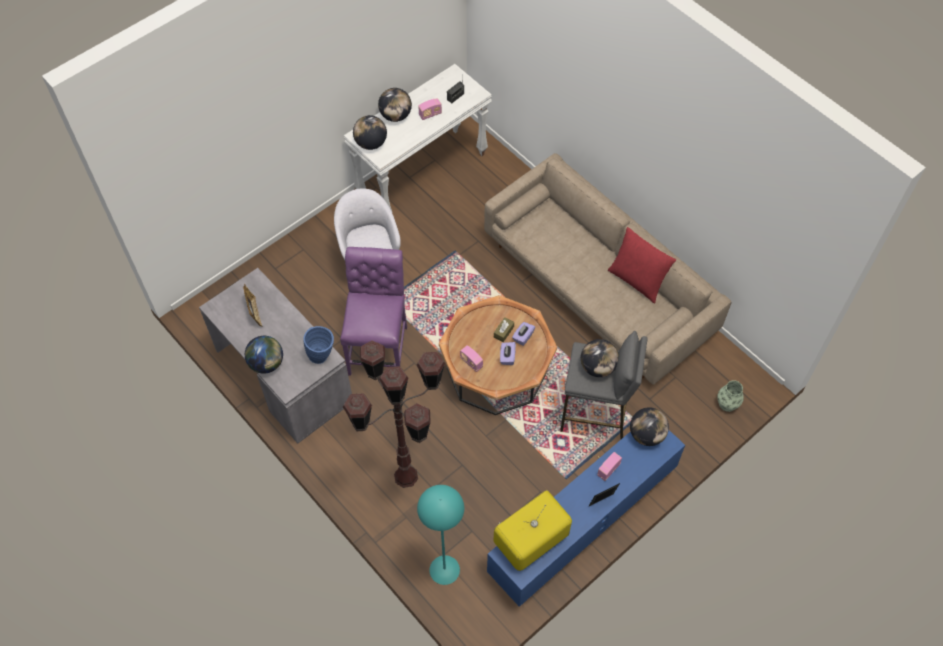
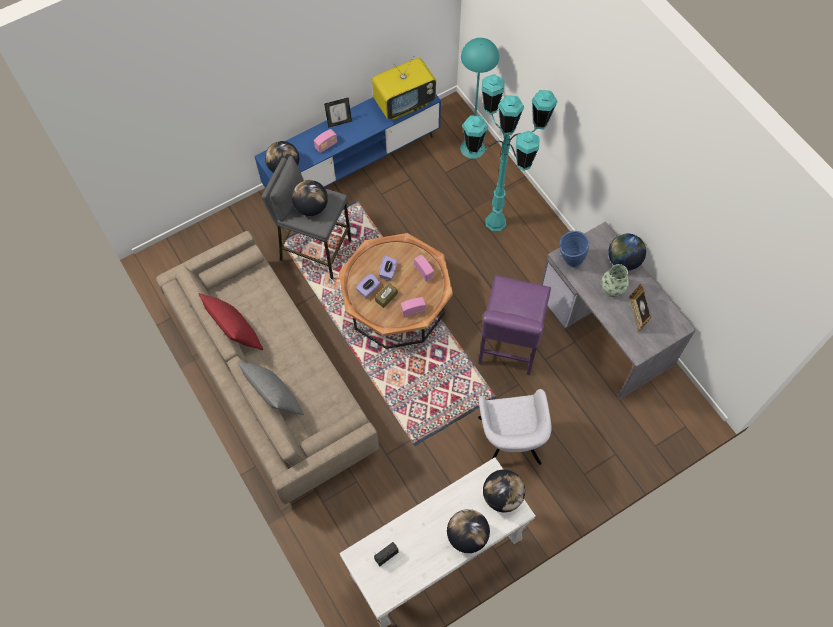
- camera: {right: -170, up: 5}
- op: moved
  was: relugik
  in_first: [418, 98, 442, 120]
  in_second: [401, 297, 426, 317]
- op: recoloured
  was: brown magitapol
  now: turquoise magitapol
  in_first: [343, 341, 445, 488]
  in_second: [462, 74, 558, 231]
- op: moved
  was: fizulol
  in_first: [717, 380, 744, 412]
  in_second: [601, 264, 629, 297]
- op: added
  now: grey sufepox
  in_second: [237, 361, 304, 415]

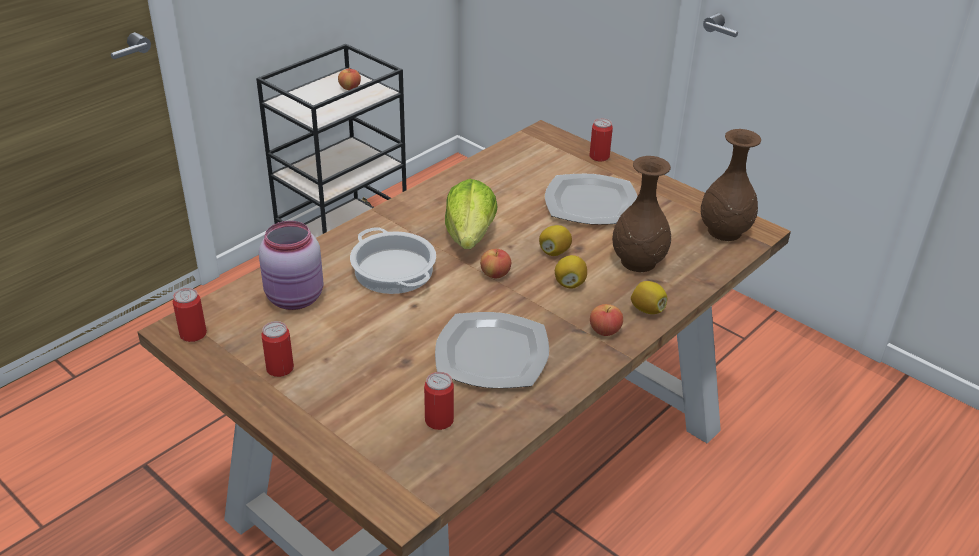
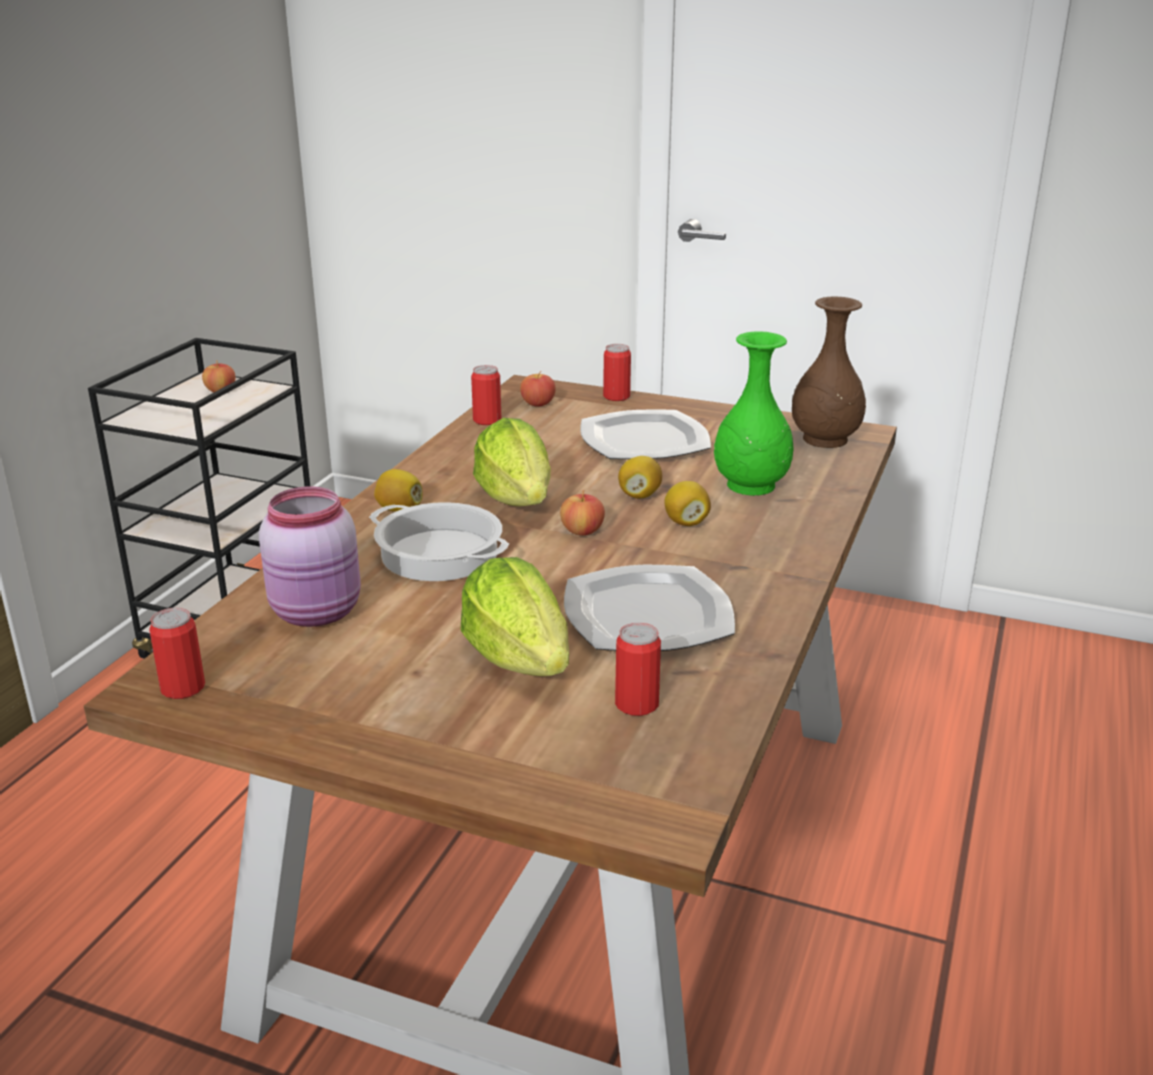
- camera: {right: -20, up: -10}
- op: recoloured
  was: brown fizulol
  now: green fizulol
  in_first: [612, 156, 671, 272]
  in_second: [714, 331, 794, 496]
- op: moved
  was: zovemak
  in_first: [631, 281, 667, 314]
  in_second: [374, 469, 423, 512]
- op: moved
  was: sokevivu
  in_first: [590, 304, 623, 336]
  in_second: [520, 371, 556, 407]
- op: moved
  was: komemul
  in_first: [261, 321, 294, 377]
  in_second: [471, 365, 502, 425]
- op: added
  now: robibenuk
  in_second: [461, 557, 569, 676]

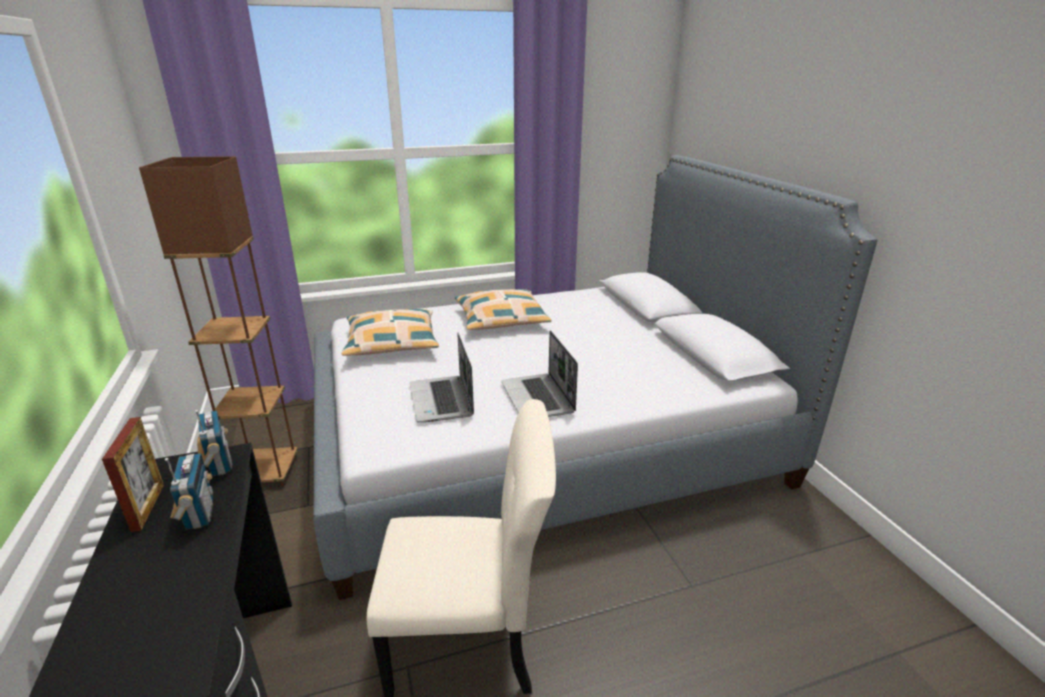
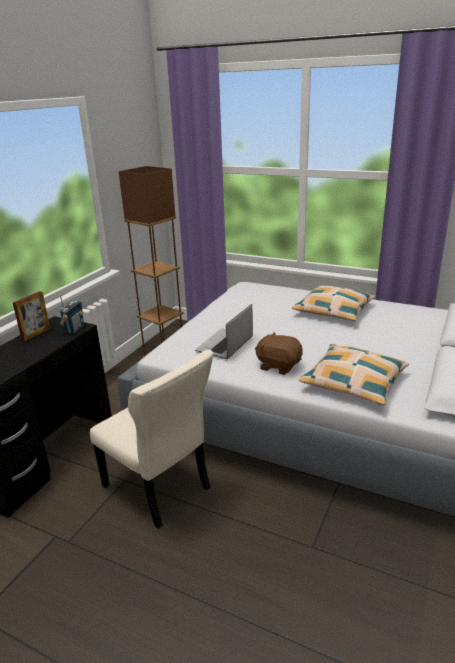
- camera: {right: 45, up: 0}
- op: moved
  was: sufepox
  in_first: [341, 309, 439, 356]
  in_second: [298, 344, 409, 406]
- op: replaced
  was: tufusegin
  now: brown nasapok
  in_first: [501, 330, 578, 417]
  in_second: [255, 332, 303, 375]
- op: removed
  was: relugik
  in_first: [165, 453, 213, 530]

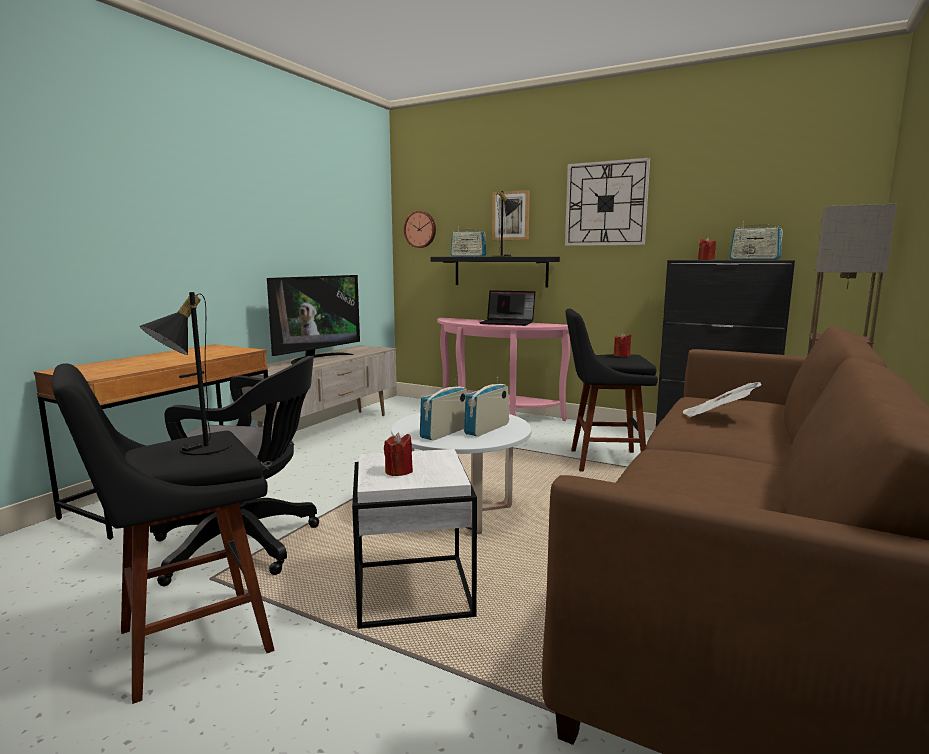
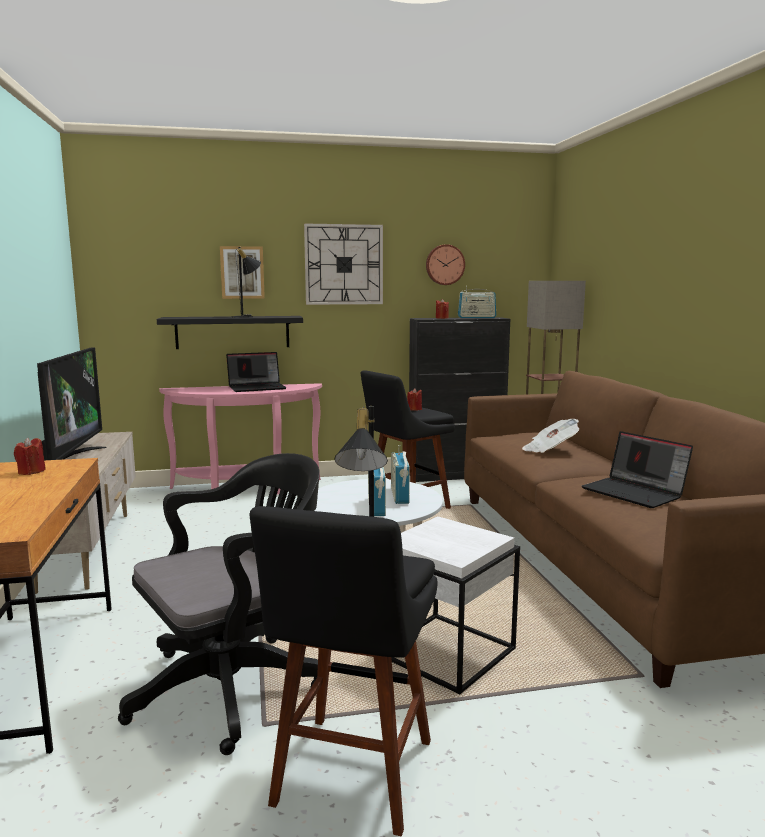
- camera: {right: -40, up: 0}
- op: moved
  was: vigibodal
  in_first: [404, 211, 436, 248]
  in_second: [426, 244, 465, 285]
- op: removed
  was: relugik
  in_first: [451, 226, 487, 257]
- op: moved
  was: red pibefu
  in_first: [384, 433, 413, 476]
  in_second: [14, 438, 46, 475]
- op: added
  now: tufusegin
  in_second: [582, 431, 693, 508]

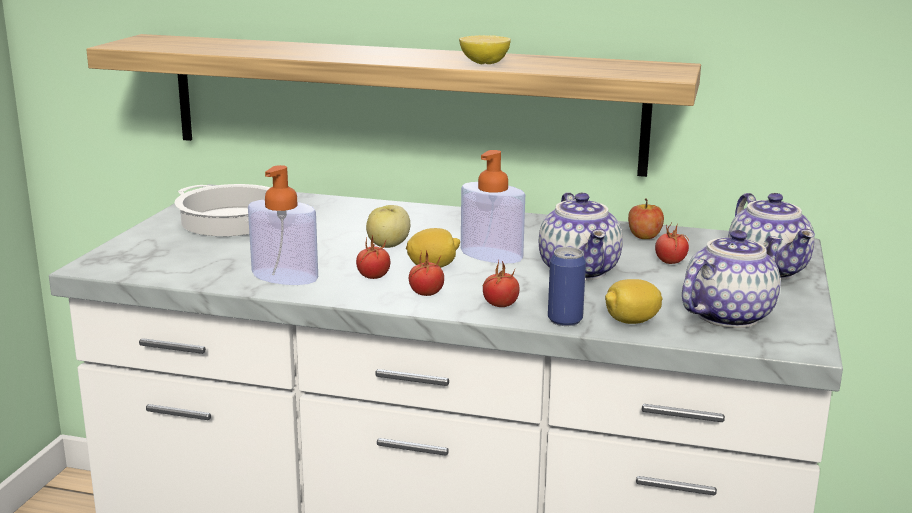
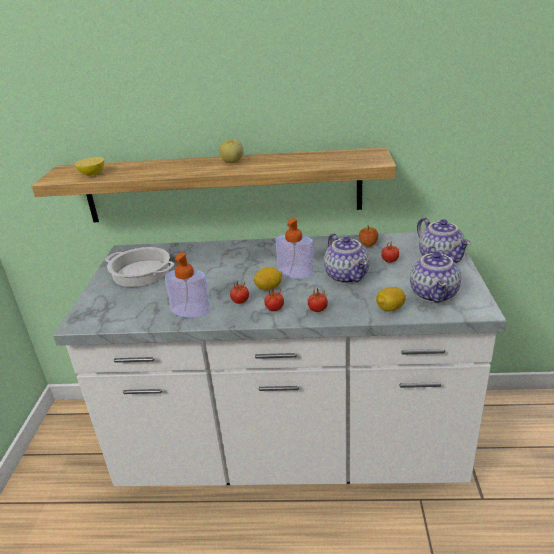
- camera: {right: -10, up: 10}
- op: moved
  was: zovemak
  in_first: [459, 35, 511, 64]
  in_second: [75, 157, 104, 176]
- op: moved
  was: sokevivu
  in_first: [366, 205, 410, 248]
  in_second: [220, 139, 243, 163]
- op: turned
  was: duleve
  in_first: [682, 230, 783, 328]
  in_second: [410, 246, 461, 303]
  clockwise: 150
- op: removed
  was: komemul
  in_first: [548, 247, 586, 326]

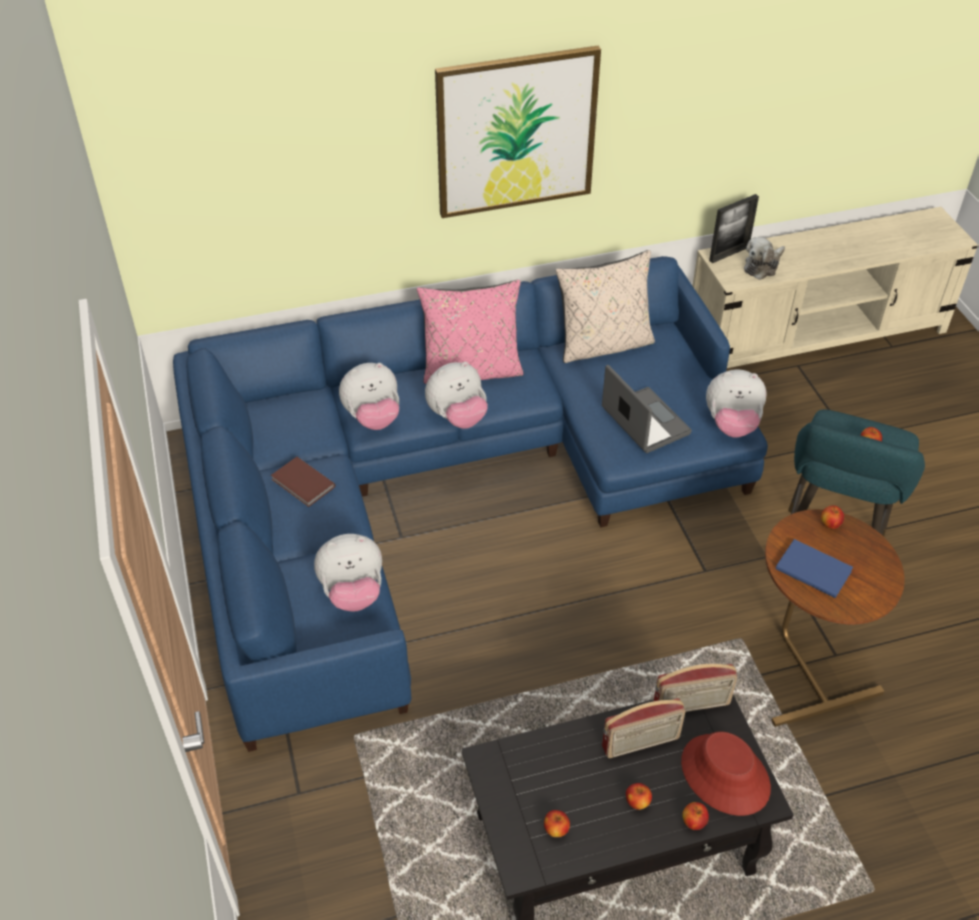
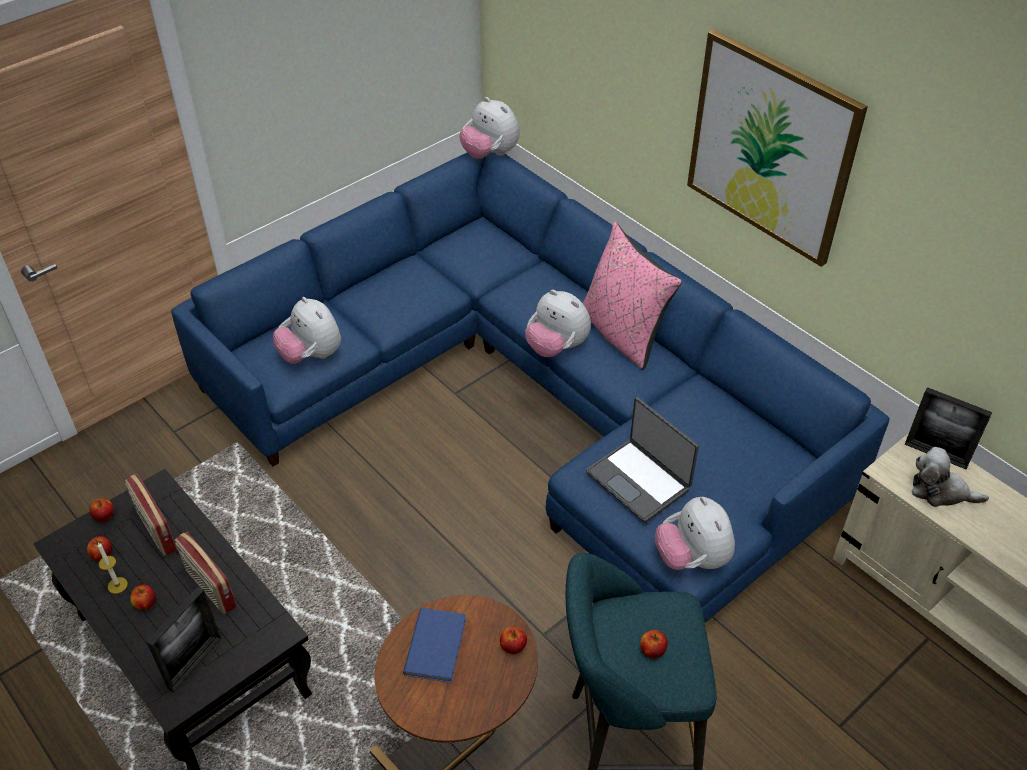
- camera: {right: 65, up: 0}
- op: removed
  was: beige sufepox
  in_first: [556, 250, 655, 363]
- op: moved
  was: nasapok
  in_first: [339, 363, 399, 430]
  in_second: [460, 97, 520, 159]
- op: turned
  was: tufusegin
  in_first: [602, 365, 692, 453]
  in_second: [586, 397, 699, 523]
  clockwise: 105
- op: removed
  was: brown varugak
  in_first: [271, 457, 335, 507]
- op: moved
  was: relugik
  in_first: [654, 664, 737, 712]
  in_second: [125, 474, 177, 556]
- op: replaced
  was: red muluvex
  now: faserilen
  in_first: [681, 731, 771, 816]
  in_second: [147, 587, 221, 692]
- op: moved
  was: sokevivu
  in_first: [682, 802, 709, 830]
  in_second: [90, 498, 114, 522]
- op: added
  now: pibefu
  in_second: [97, 543, 128, 594]

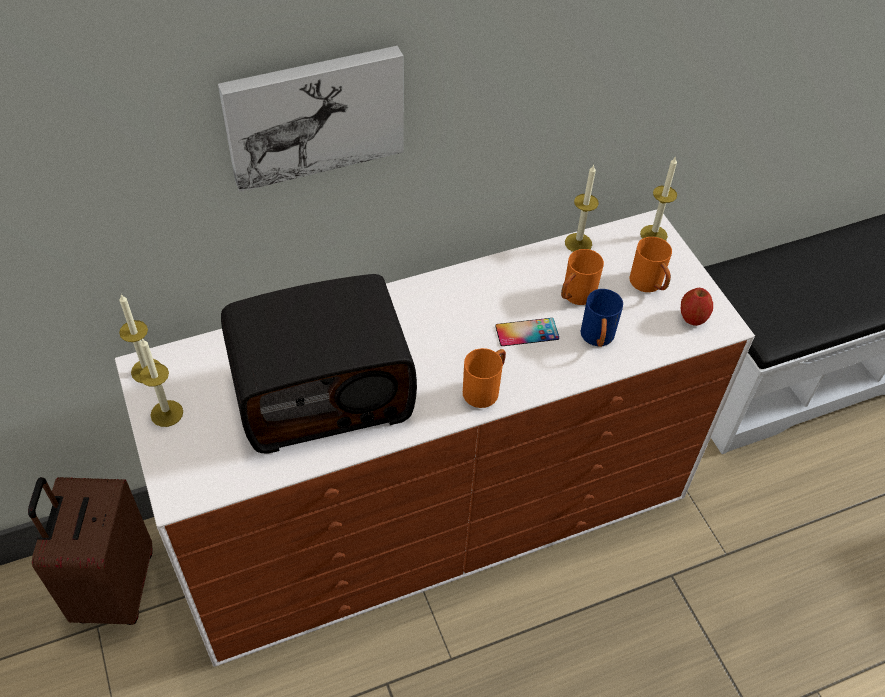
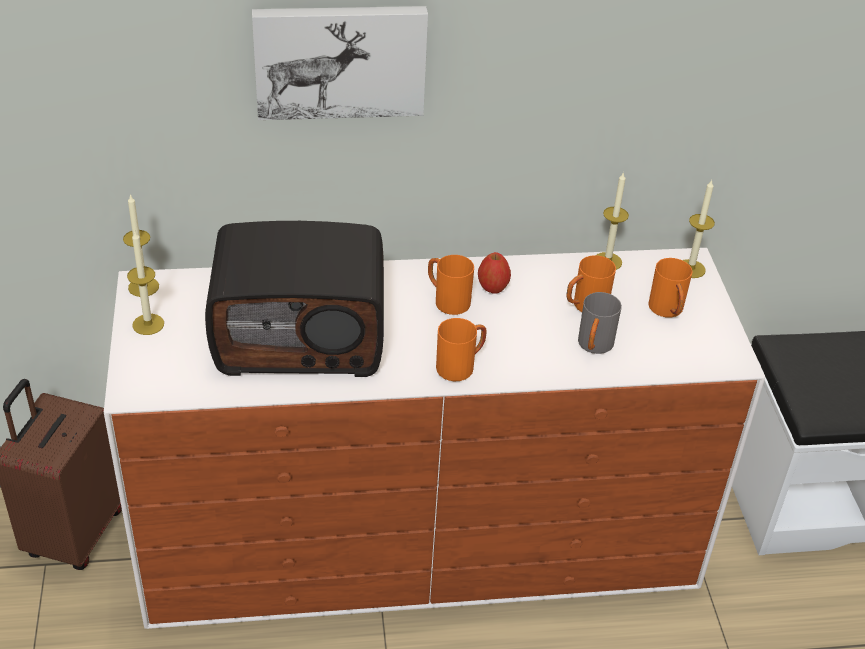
- camera: {right: 15, up: -10}
- op: moved
  was: sokevivu
  in_first: [681, 288, 713, 326]
  in_second: [478, 252, 511, 294]
- op: recoloured
  was: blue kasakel
  now: grey kasakel
  in_first: [580, 289, 623, 347]
  in_second: [578, 292, 622, 354]
- op: removed
  was: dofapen
  in_first: [495, 318, 559, 346]
- op: added
  now: orange kasakel
  in_second: [428, 255, 474, 315]

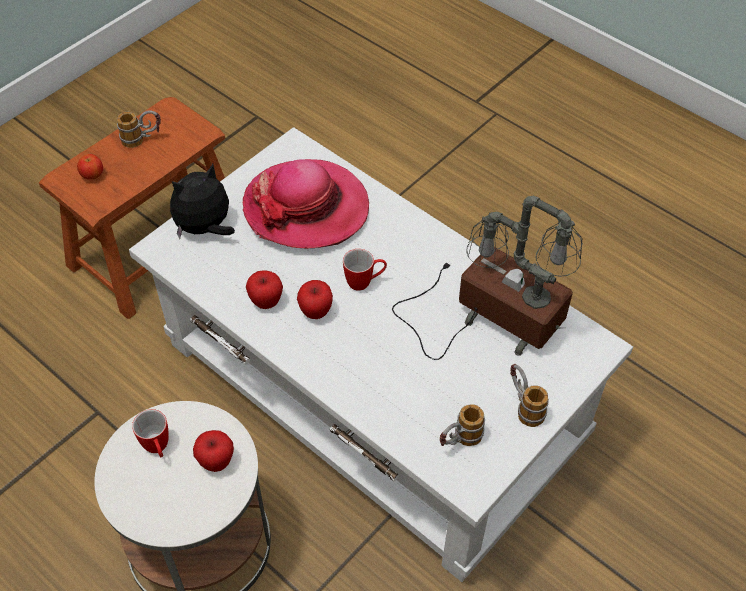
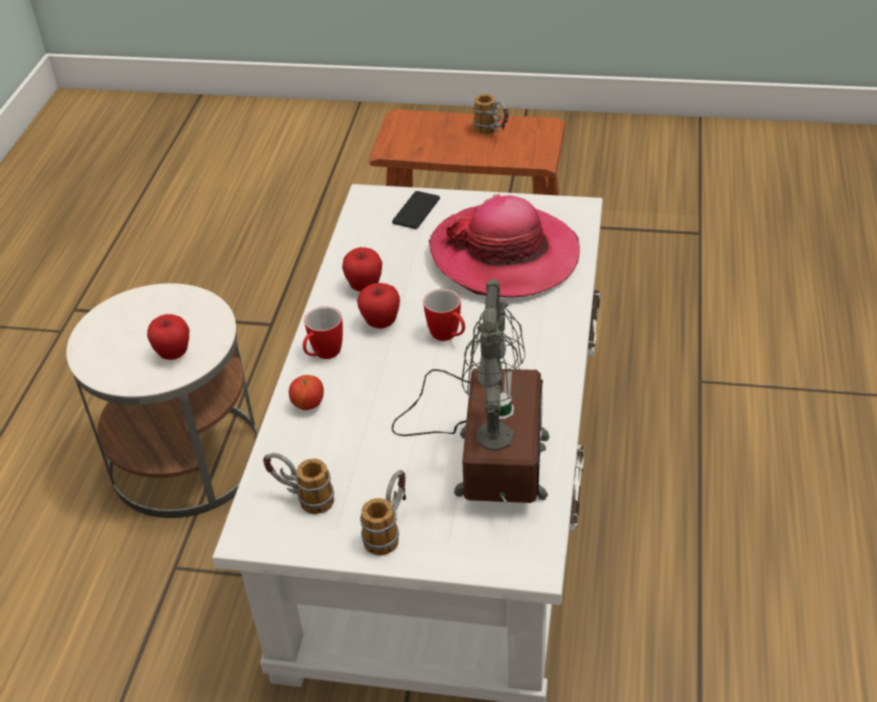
- camera: {right: 60, up: -10}
- op: moved
  was: sokevivu
  in_first: [77, 154, 103, 180]
  in_second: [289, 375, 324, 410]
- op: replaced
  was: nasapok
  now: dofapen
  in_first: [170, 164, 235, 239]
  in_second: [392, 191, 440, 229]
- op: moved
  was: kasakel
  in_first: [132, 409, 169, 457]
  in_second: [303, 306, 343, 359]

